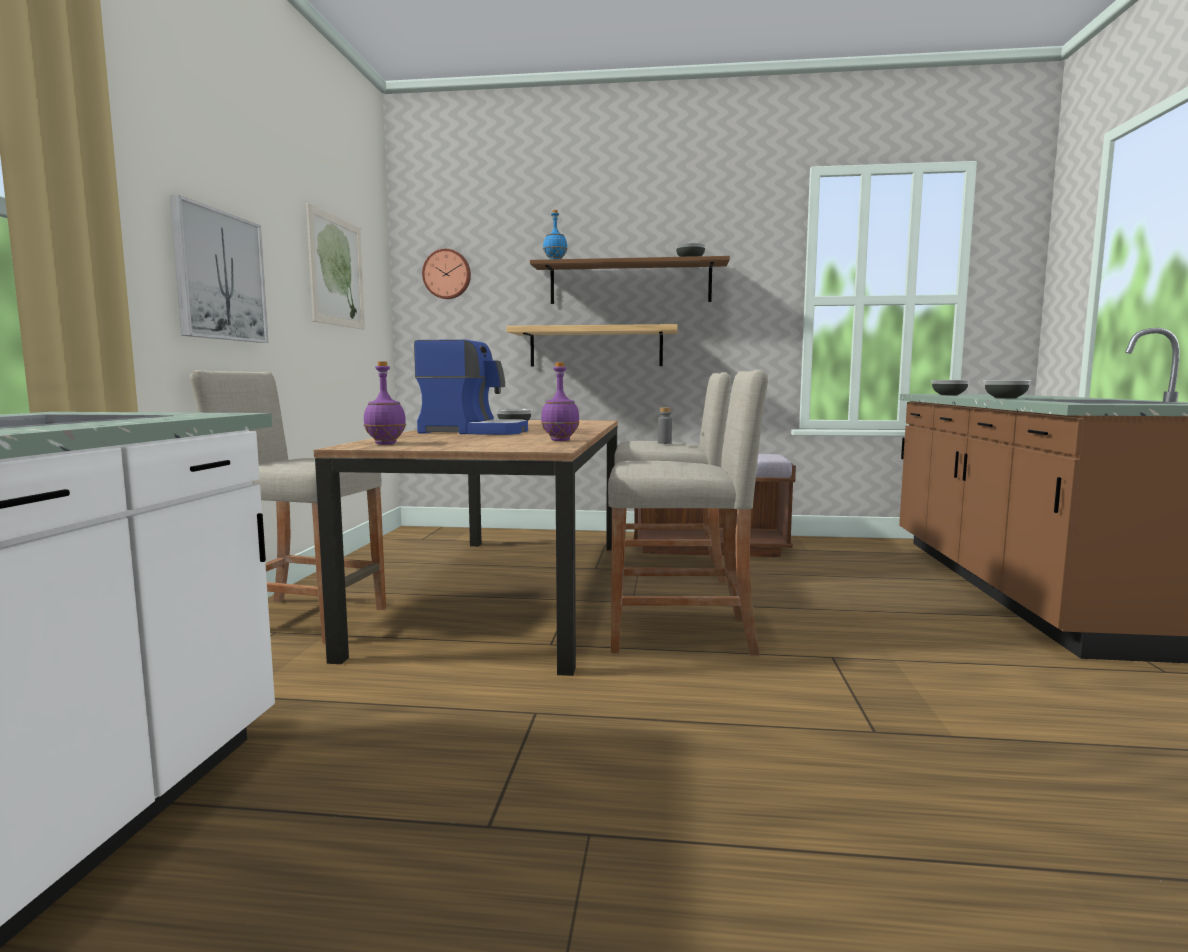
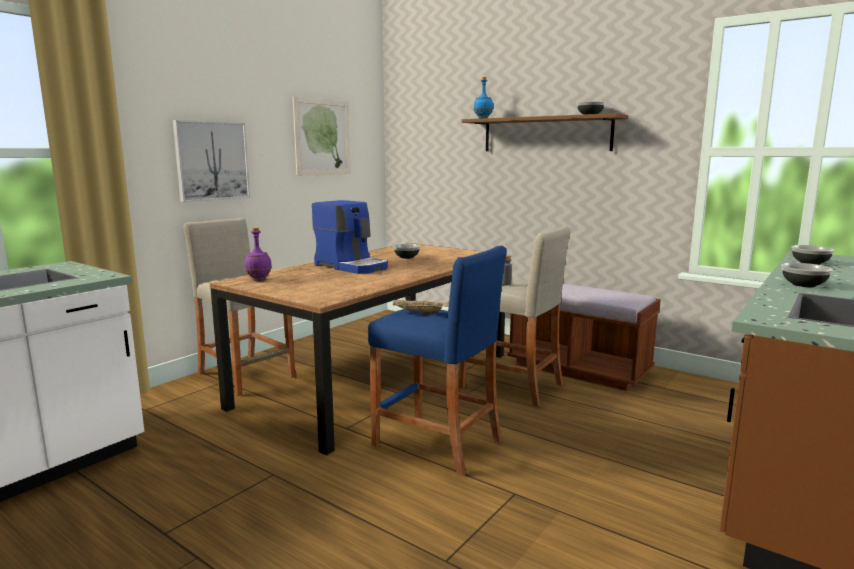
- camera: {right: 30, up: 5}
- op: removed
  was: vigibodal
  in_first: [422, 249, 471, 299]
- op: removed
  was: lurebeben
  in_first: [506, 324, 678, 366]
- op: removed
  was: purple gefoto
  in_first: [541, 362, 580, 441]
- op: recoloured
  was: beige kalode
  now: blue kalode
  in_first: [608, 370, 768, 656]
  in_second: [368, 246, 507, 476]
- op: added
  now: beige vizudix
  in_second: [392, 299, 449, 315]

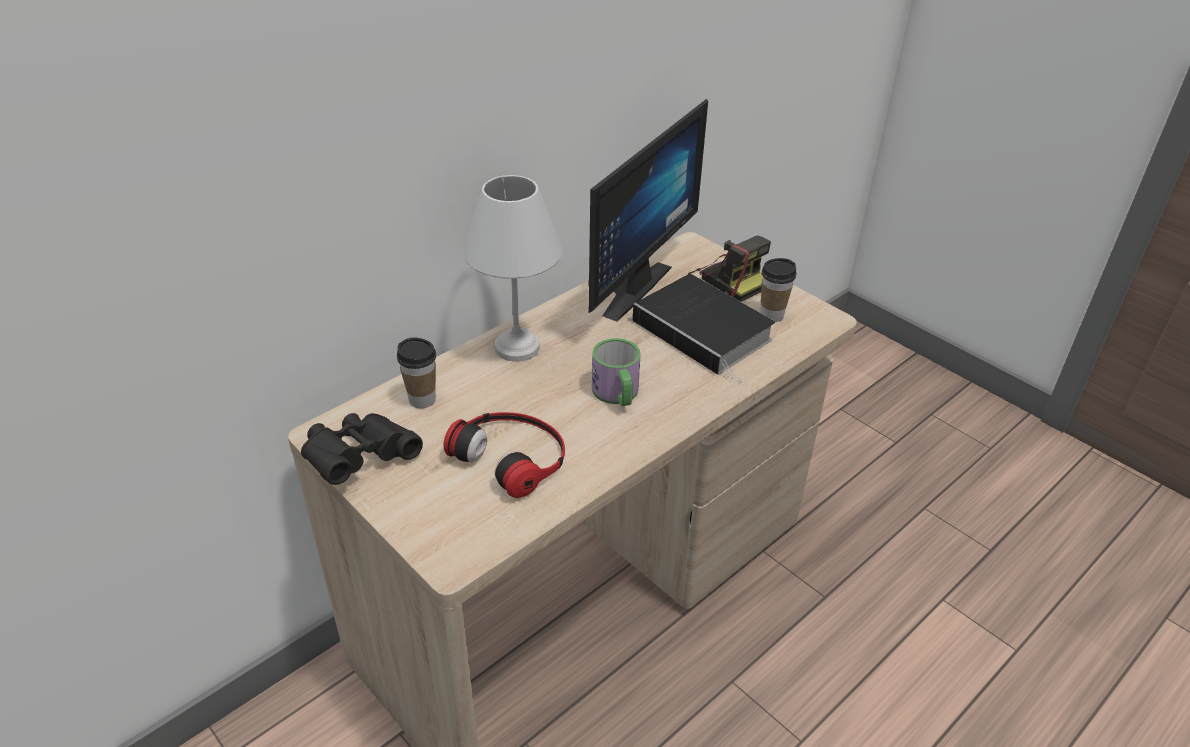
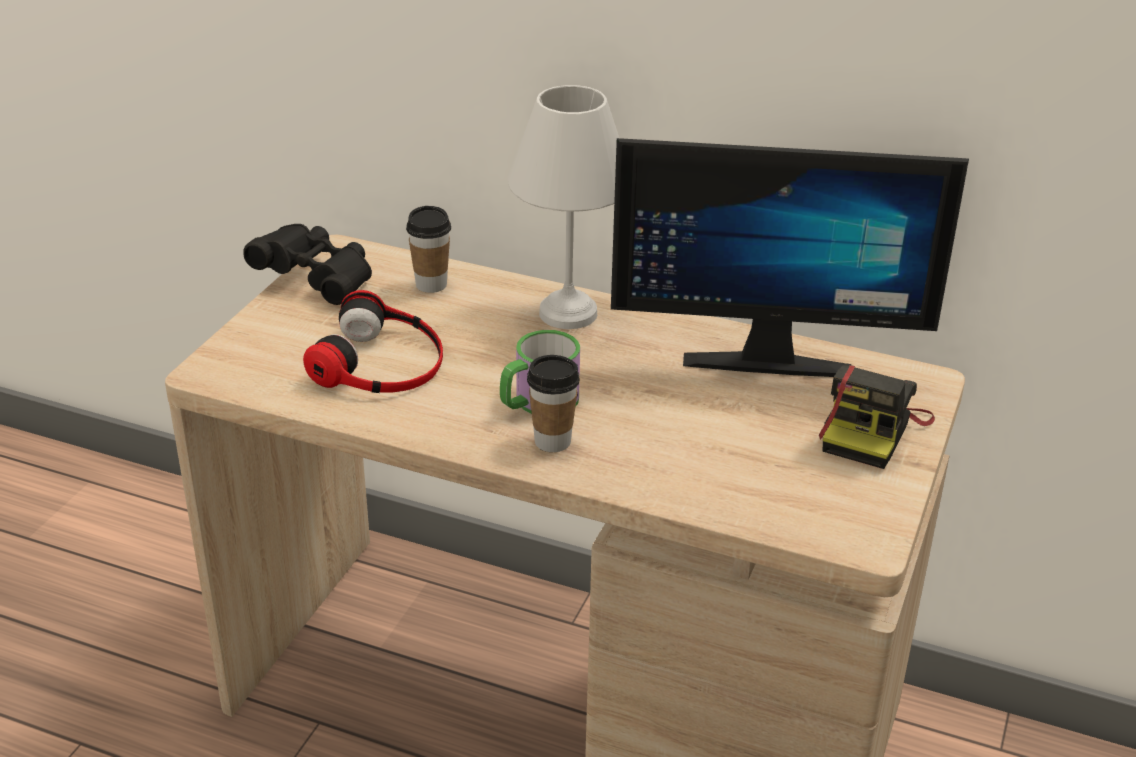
- camera: {right: 65, up: -5}
- op: moved
  was: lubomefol
  in_first: [760, 258, 796, 322]
  in_second: [527, 355, 580, 452]
- op: removed
  was: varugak
  in_first: [633, 274, 775, 383]

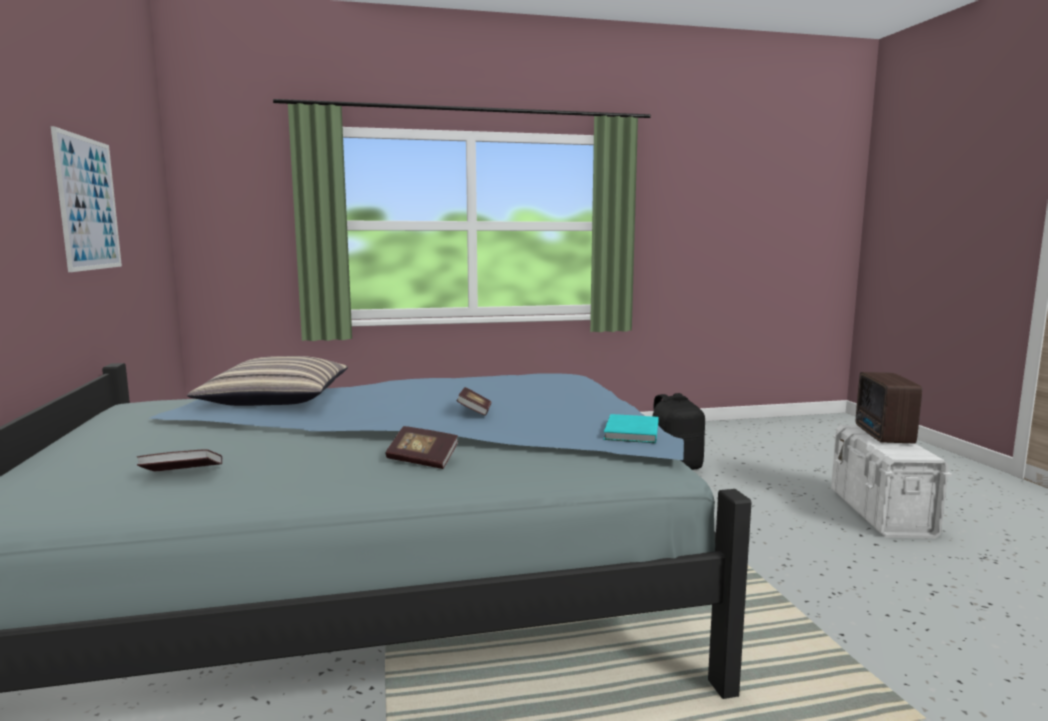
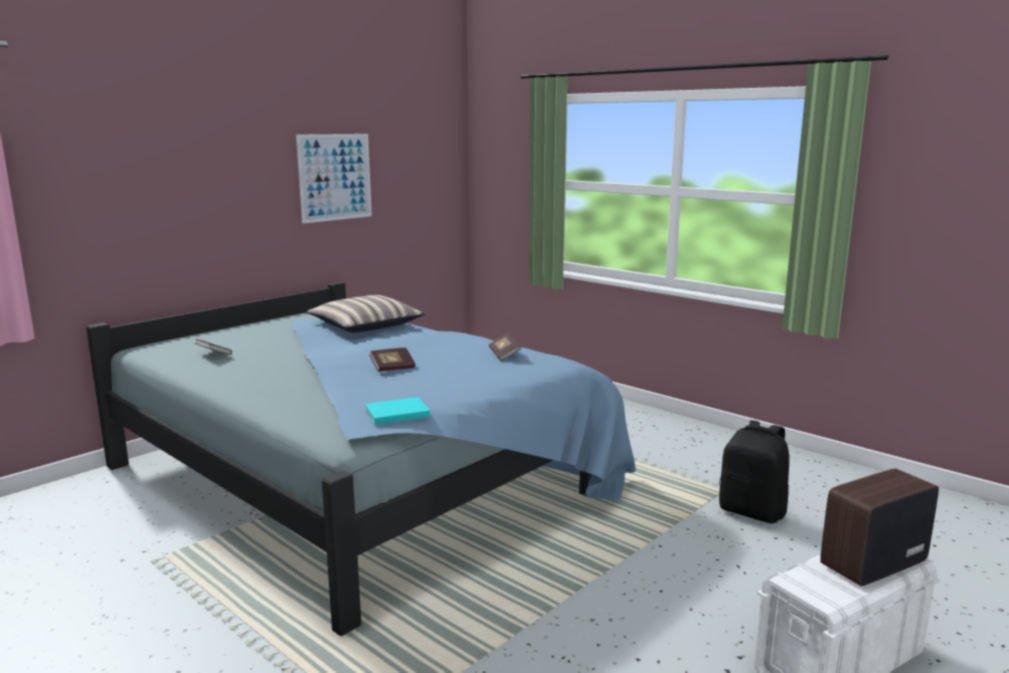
- camera: {right: 55, up: 5}
- op: moved
  was: varugak
  in_first: [385, 426, 458, 469]
  in_second: [489, 333, 521, 361]

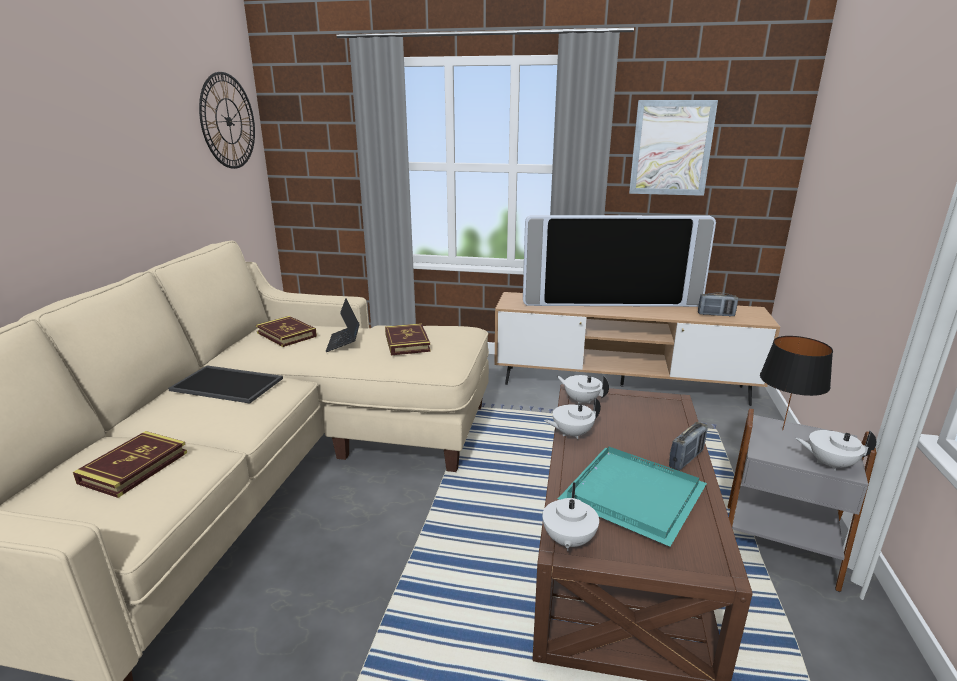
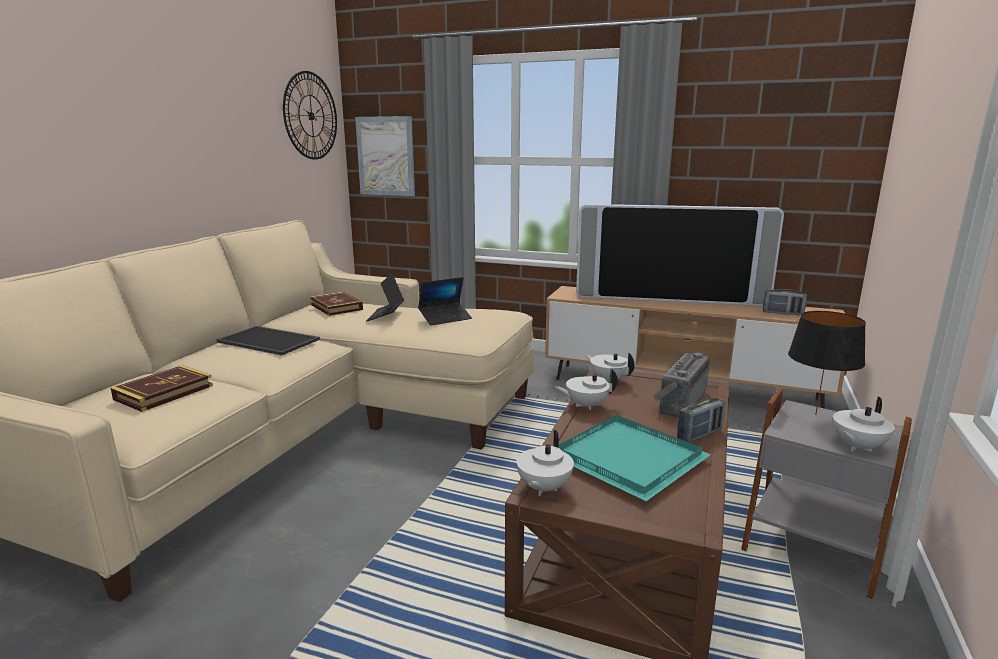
- camera: {right: 10, up: -5}
- op: moved
  was: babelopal
  in_first: [629, 100, 718, 196]
  in_second: [355, 116, 415, 196]
- op: replaced
  was: varugak
  now: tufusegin
  in_first: [385, 323, 431, 355]
  in_second: [418, 277, 472, 326]
- op: turned
  was: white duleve
  in_first: [795, 430, 876, 471]
  in_second: [832, 397, 895, 452]
  clockwise: -60
- op: added
  now: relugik
  in_second: [653, 352, 710, 418]

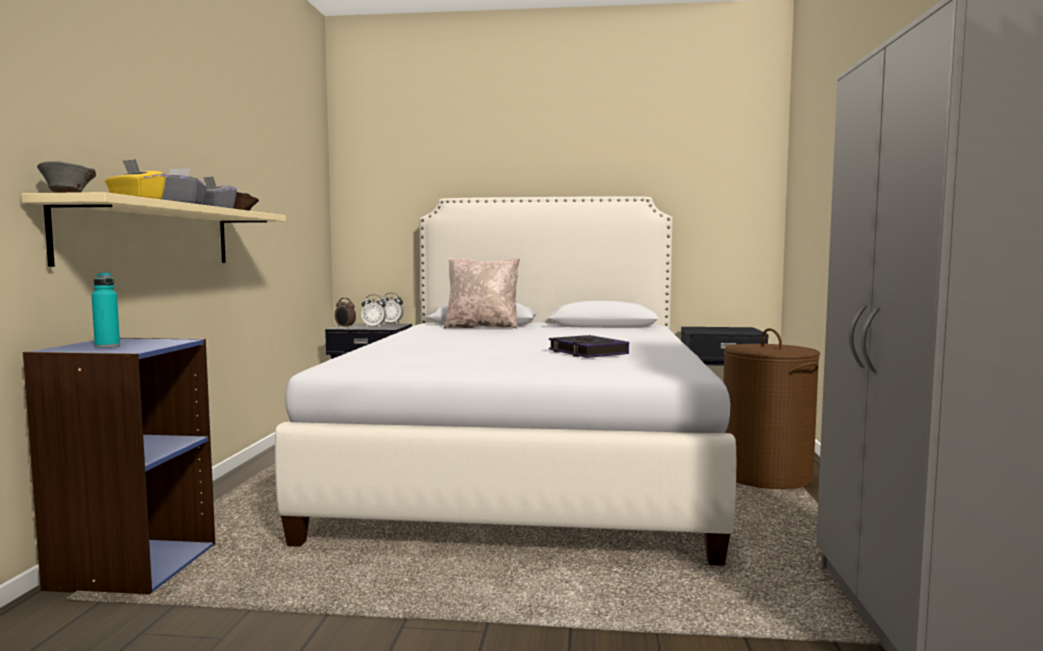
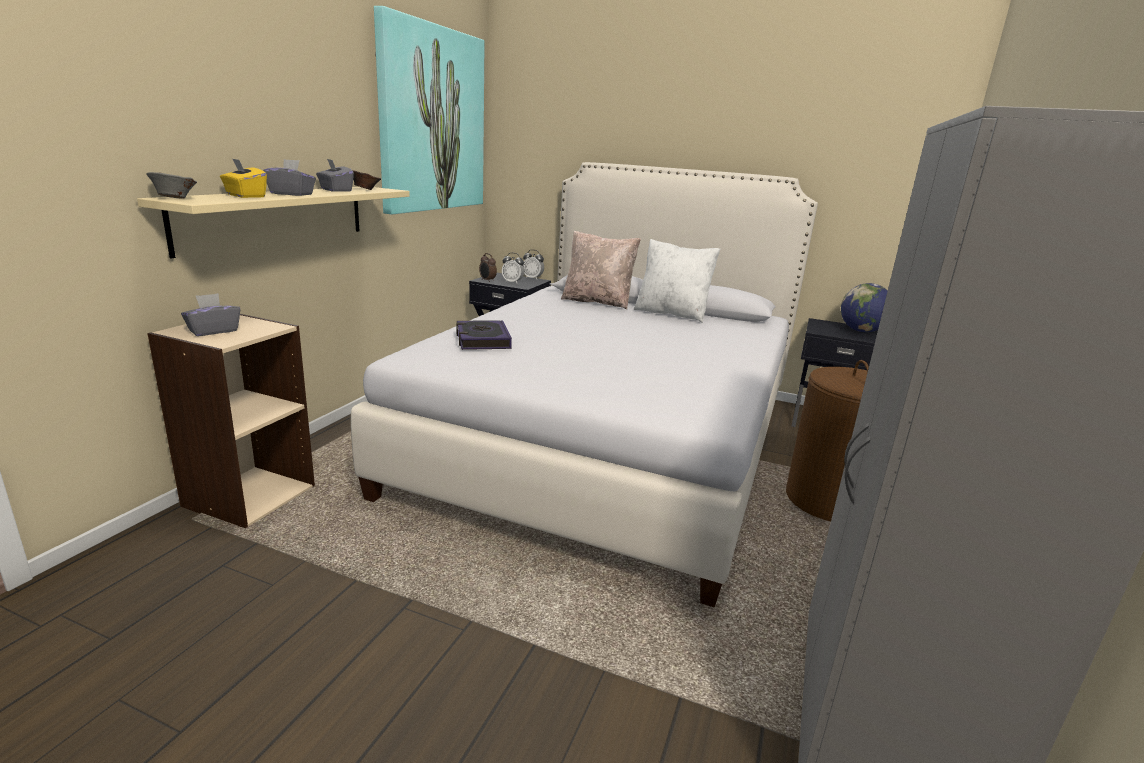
- camera: {right: 15, up: 15}
- op: replaced
  was: turquoise gefoto
  now: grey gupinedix
  in_first: [92, 273, 120, 348]
  in_second: [181, 293, 240, 336]
- op: moved
  was: varugak
  in_first: [549, 335, 629, 358]
  in_second: [457, 320, 512, 350]
- op: recoloured
  was: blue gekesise
  now: beige gekesise
  in_first: [23, 338, 215, 594]
  in_second: [147, 314, 315, 528]
- op: added
  now: babelopal
  in_second: [374, 6, 485, 214]
- op: added
  now: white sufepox
  in_second: [634, 239, 720, 323]
- op: added
  now: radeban
  in_second: [841, 283, 888, 332]

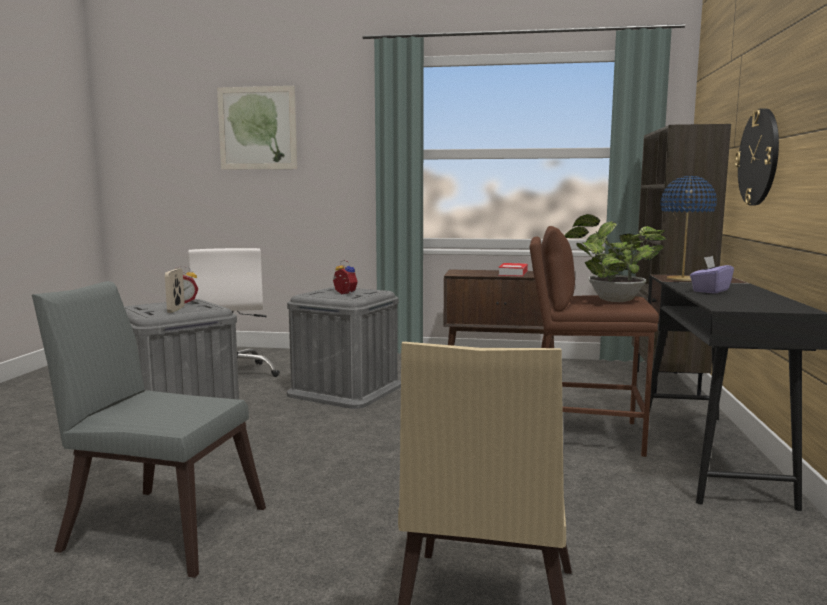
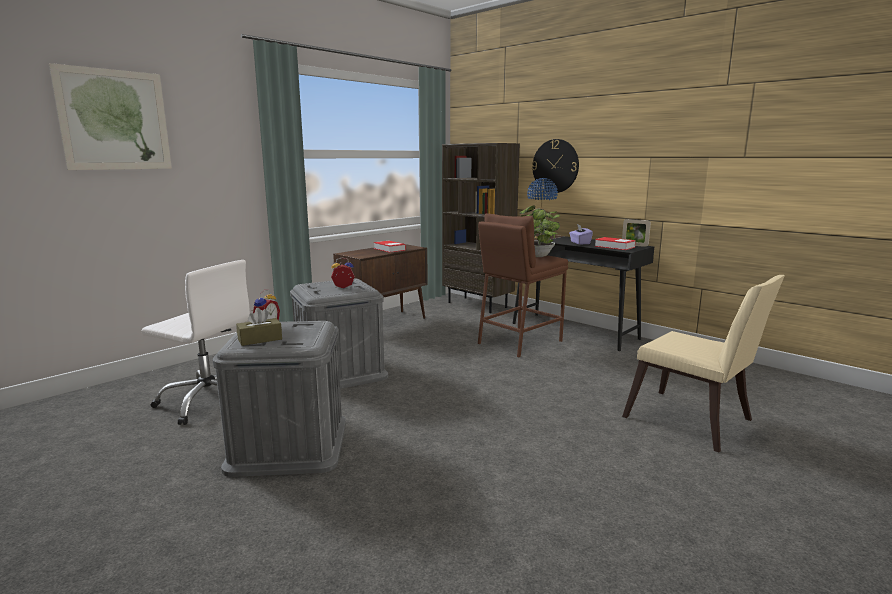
- camera: {right: -55, up: 5}
- op: moved
  was: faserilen
  in_first: [165, 268, 185, 313]
  in_second: [622, 219, 651, 247]
- op: removed
  was: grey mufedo
  in_first: [32, 281, 266, 578]
- op: added
  now: varugak
  in_second: [595, 237, 636, 250]
- op: added
  now: brown gupinedix
  in_second: [236, 308, 282, 346]

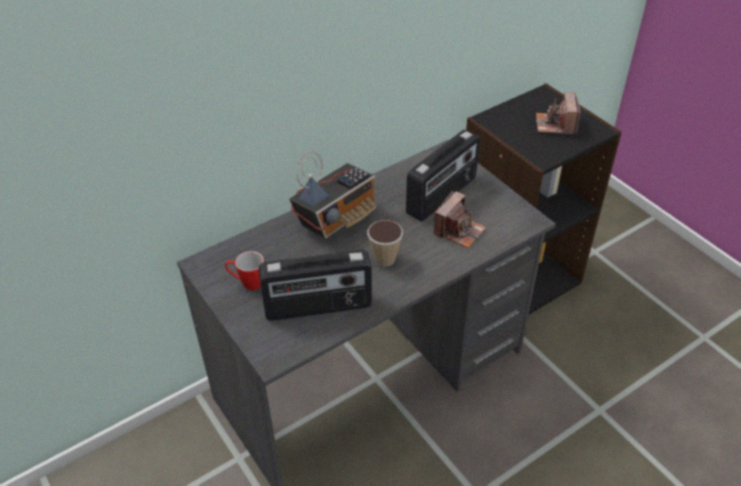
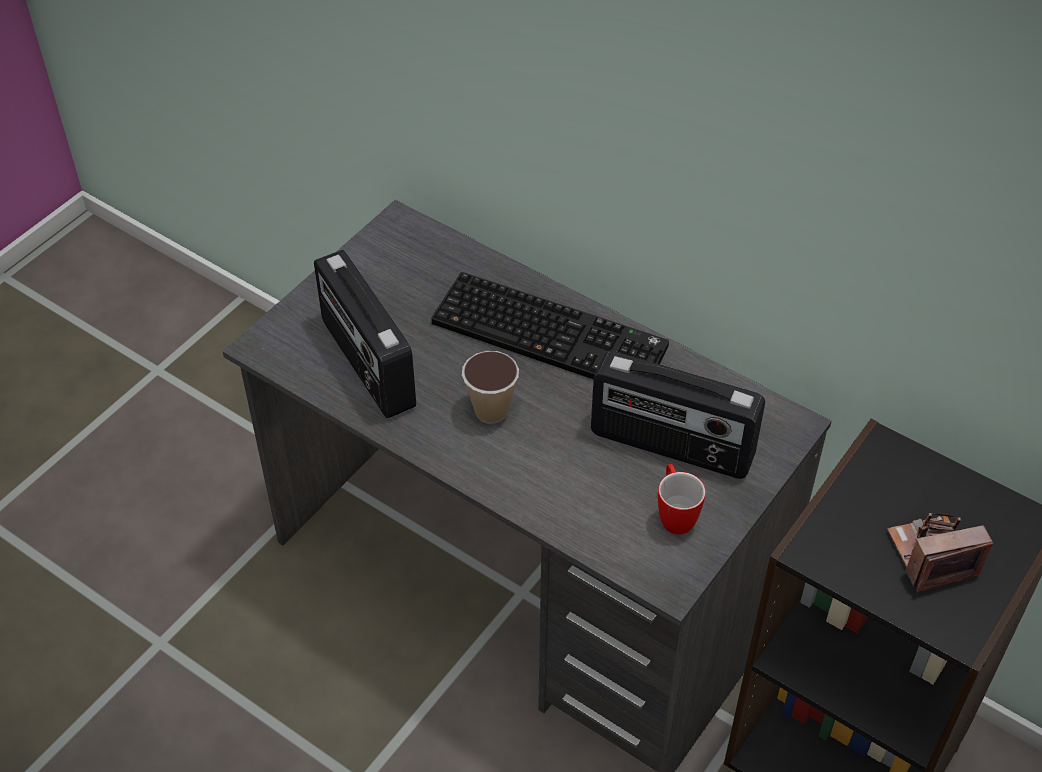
- camera: {right: 70, up: 5}
- op: replaced
  was: relugik
  now: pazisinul
  in_first: [290, 151, 377, 241]
  in_second: [431, 272, 669, 379]
- op: removed
  was: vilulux
  in_first: [433, 190, 486, 248]
- op: moved
  was: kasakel
  in_first: [225, 251, 264, 290]
  in_second: [658, 464, 706, 535]

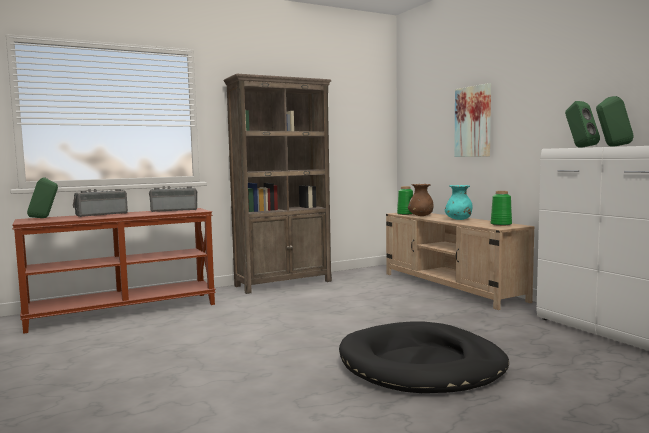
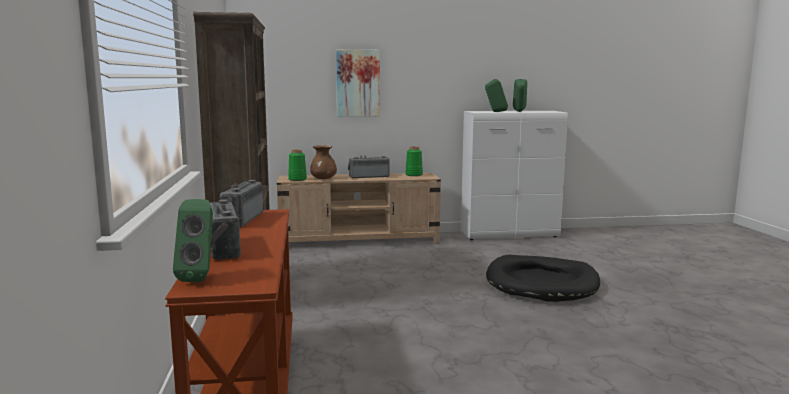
- camera: {right: -70, up: 5}
- op: replaced
  was: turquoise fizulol
  now: relugik
  in_first: [445, 185, 472, 220]
  in_second: [348, 155, 390, 179]

